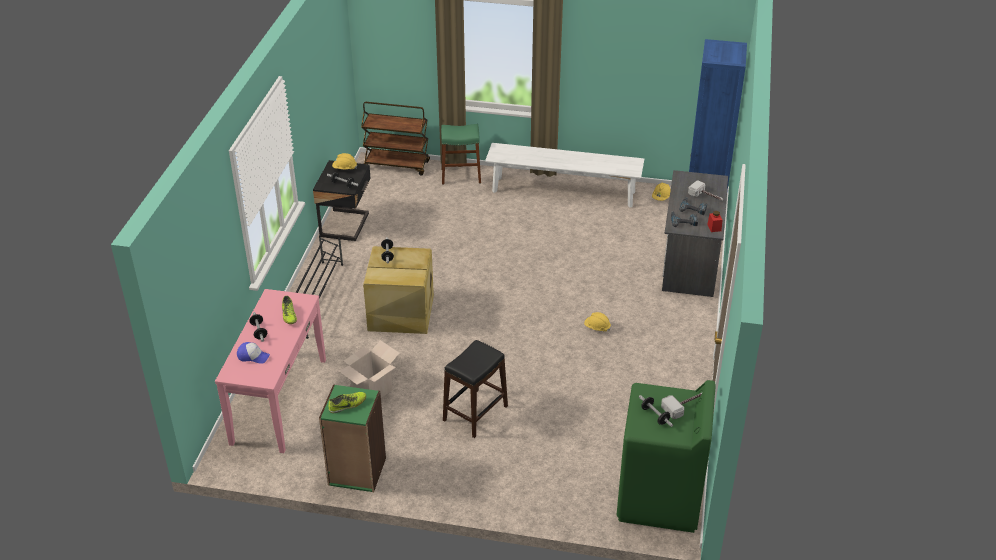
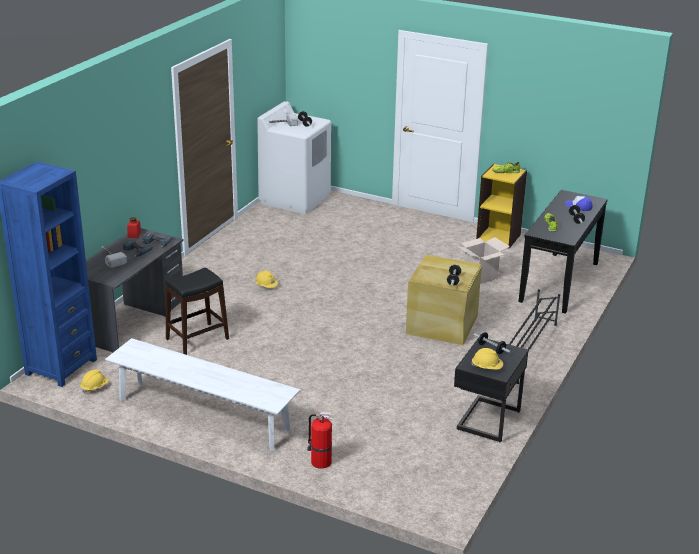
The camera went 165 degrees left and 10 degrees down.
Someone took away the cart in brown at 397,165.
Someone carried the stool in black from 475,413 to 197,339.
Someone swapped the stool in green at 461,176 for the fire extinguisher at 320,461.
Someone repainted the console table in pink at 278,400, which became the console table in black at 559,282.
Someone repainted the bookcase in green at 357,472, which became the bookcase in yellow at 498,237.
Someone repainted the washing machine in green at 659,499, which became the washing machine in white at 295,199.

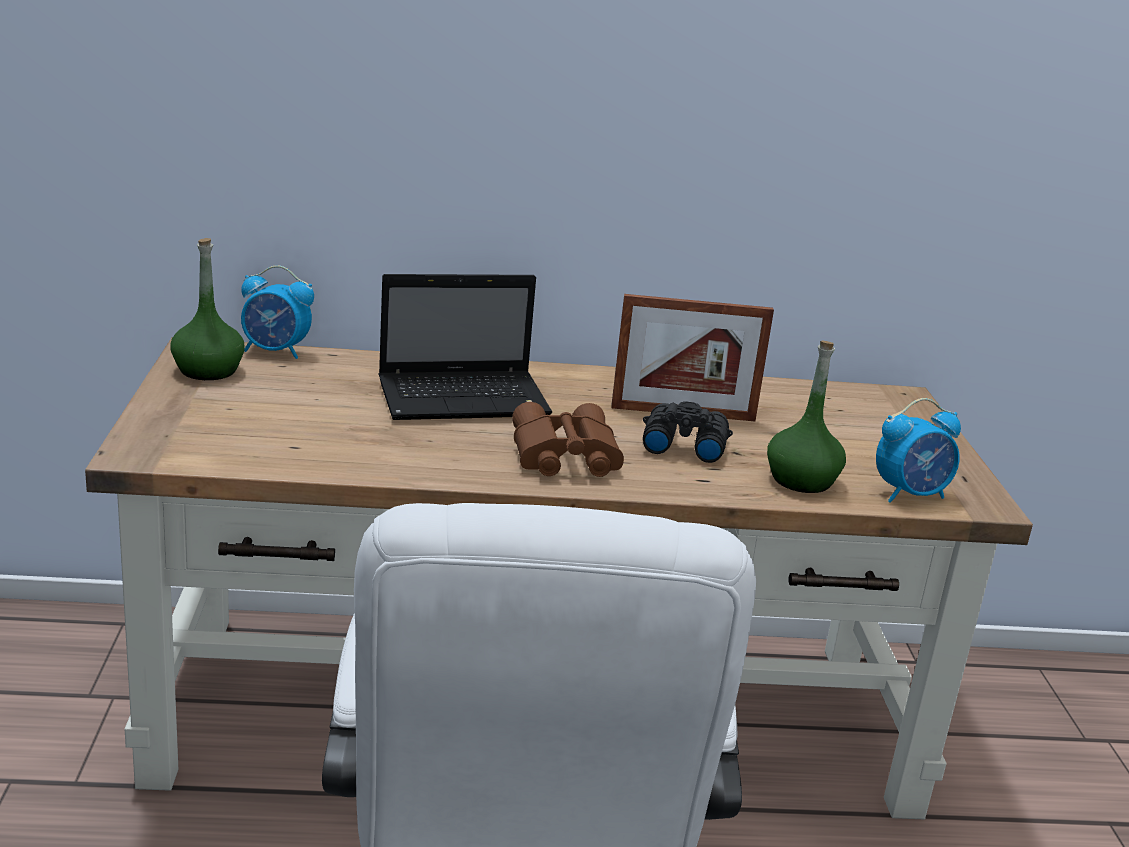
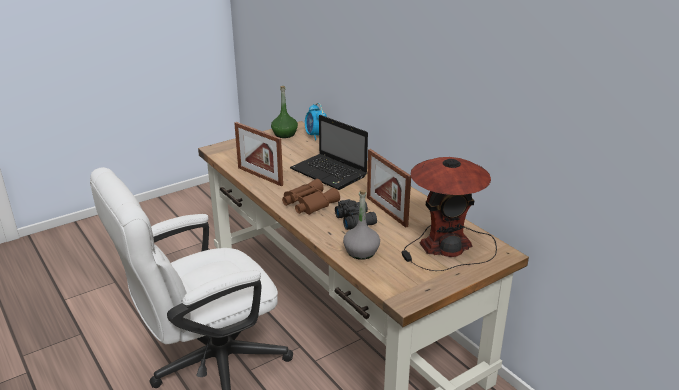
The camera went 60 degrees right and 5 degrees up.
Someone took away the alarm clock at 911,494.
Someone put down the picture frame at 260,176.
Someone put down the table lamp at 447,245.
Someone repainted the bottle in green at 801,480, which became the bottle in grey at 361,252.

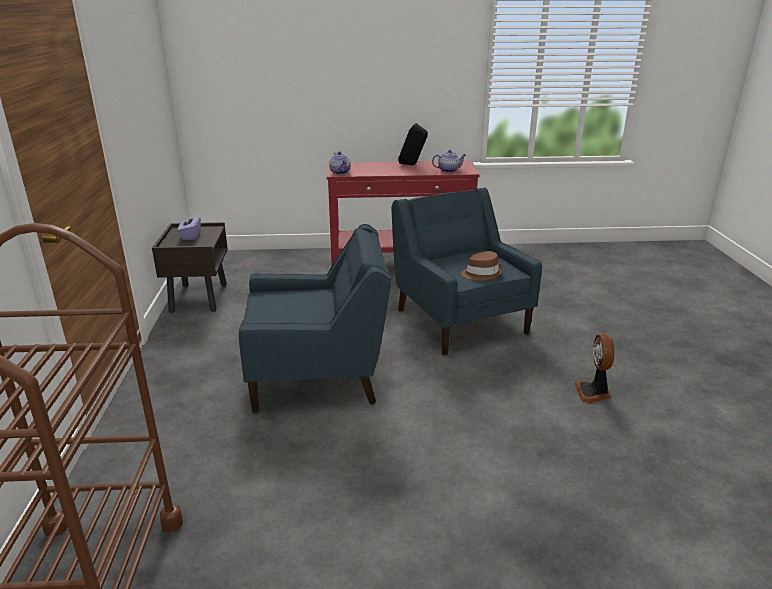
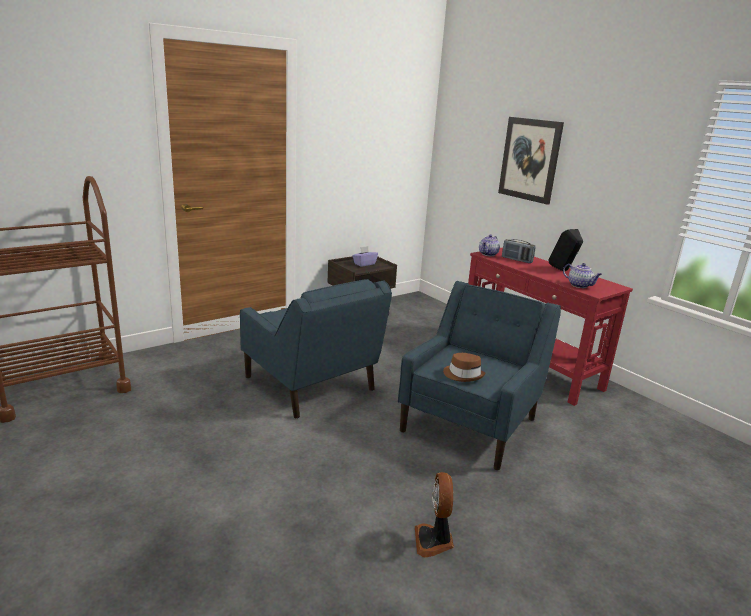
The camera went 55 degrees right and 5 degrees down.
Someone put up the picture at 530,159.
Someone put down the radio at 516,260.
Someone rotated the fan at 593,392 by 60 degrees counterclockwise.

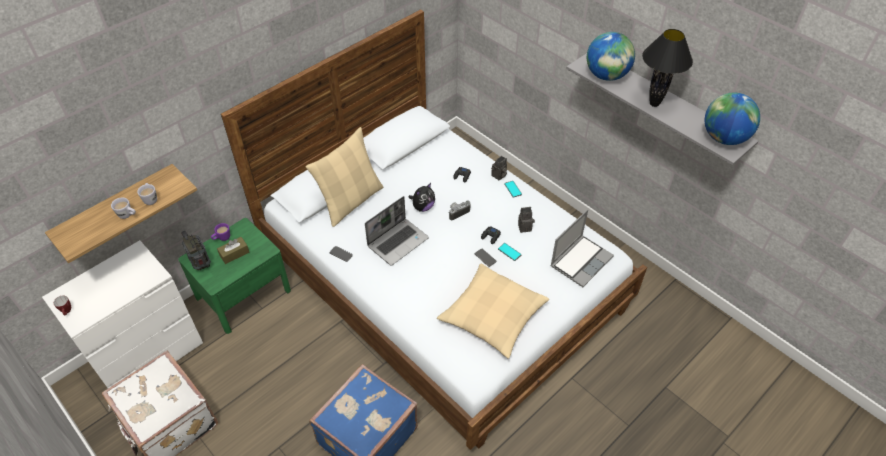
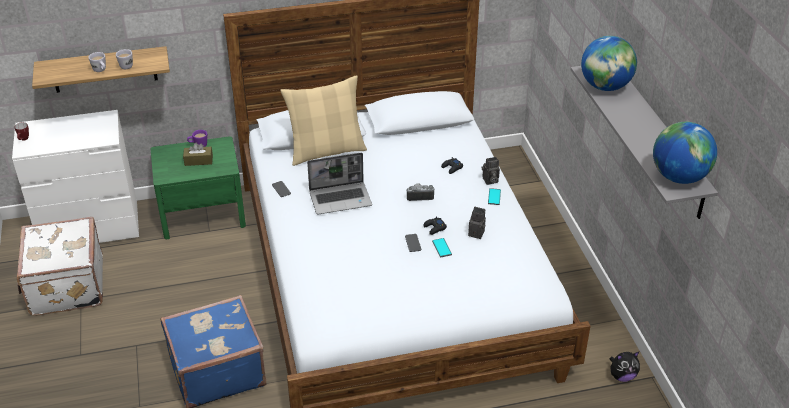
The camera went 30 degrees right and 10 degrees down.
Someone took away the radio at 201,265.
Someone took away the pillow in beige at 493,315.
Someone took away the laptop at 581,260.
Someone took away the table lamp in black at 654,104.
Someone carried the plush toy from 423,207 to 622,376.

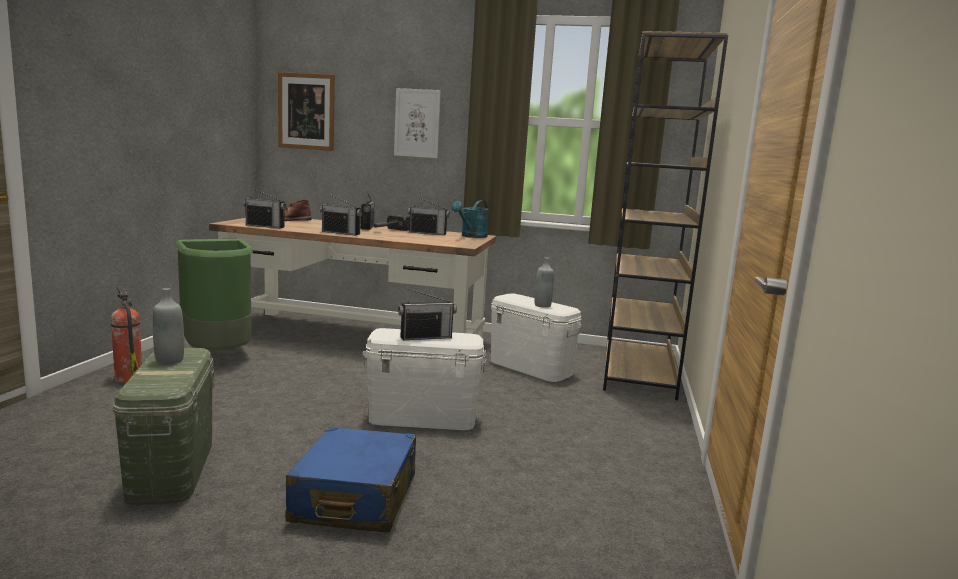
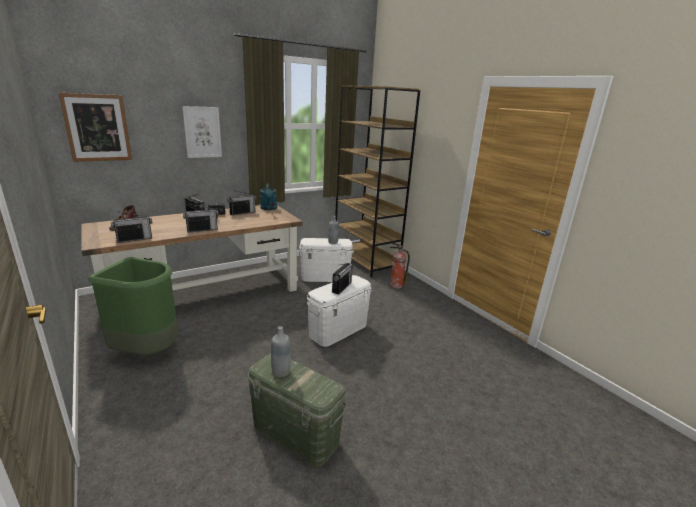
The camera went 45 degrees left and 10 degrees up.
Someone took away the suitcase in blue at 355,498.
Someone carried the fire extinguisher from 128,378 to 395,285.

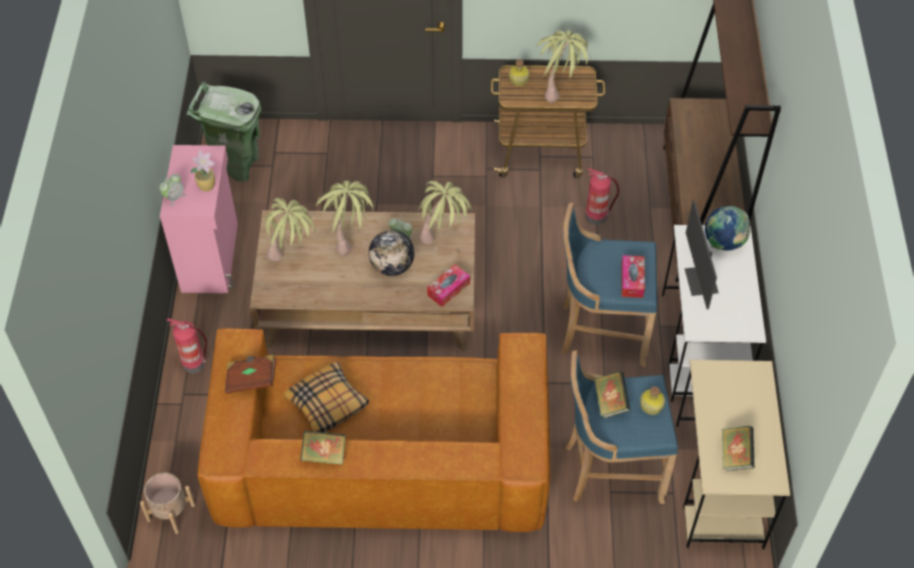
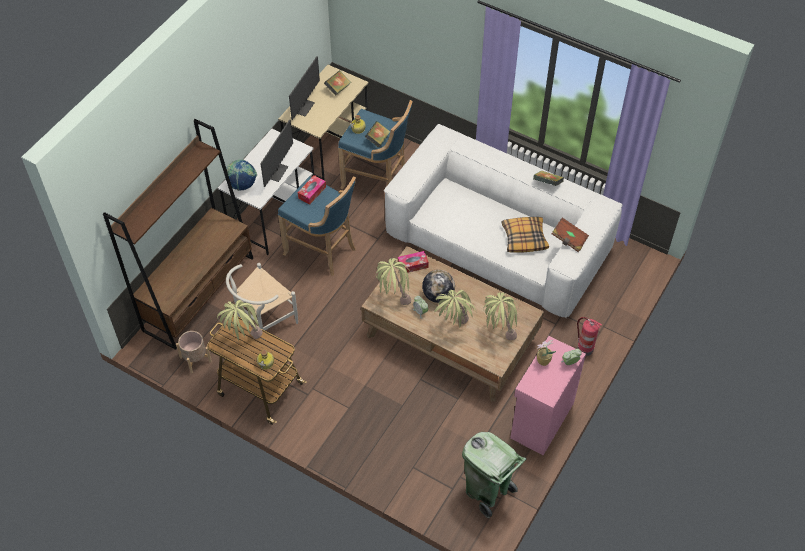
The camera went 150 degrees left and 0 degrees up.
Someone put down the monitor at 303,107.
Someone carried the planter in beige from 171,512 to 195,359.
Someone swapped the fire extinguisher at 597,216 for the chair in white at 263,322.
Someone repainted the sofa in brown at 381,458, which became the sofa in white at 498,242.

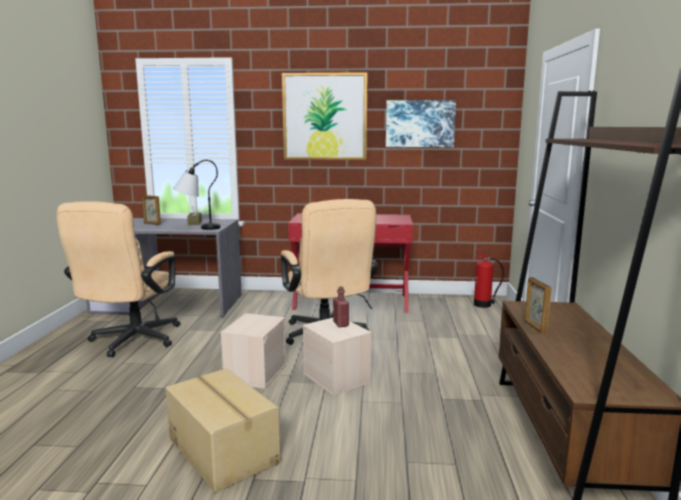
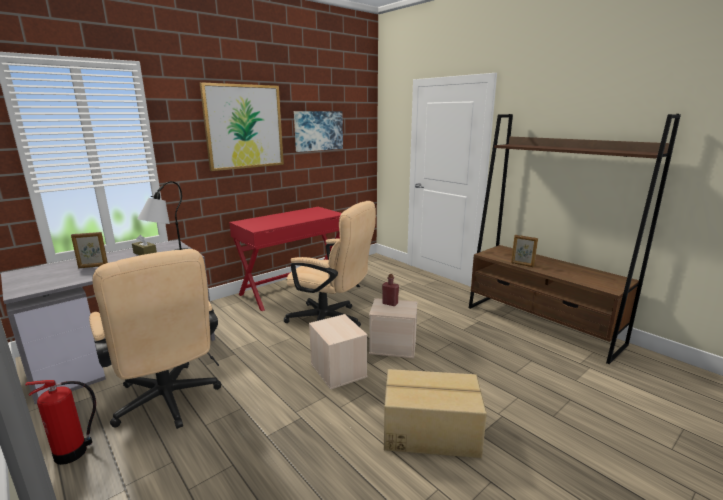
The camera went 45 degrees left and 5 degrees up.
Someone carried the fire extinguisher from 483,305 to 73,452.

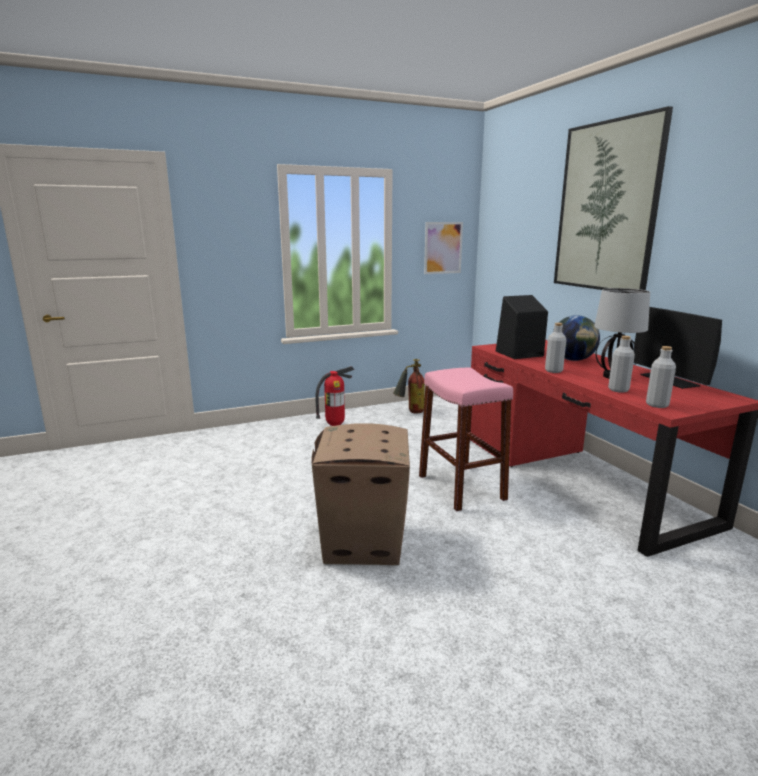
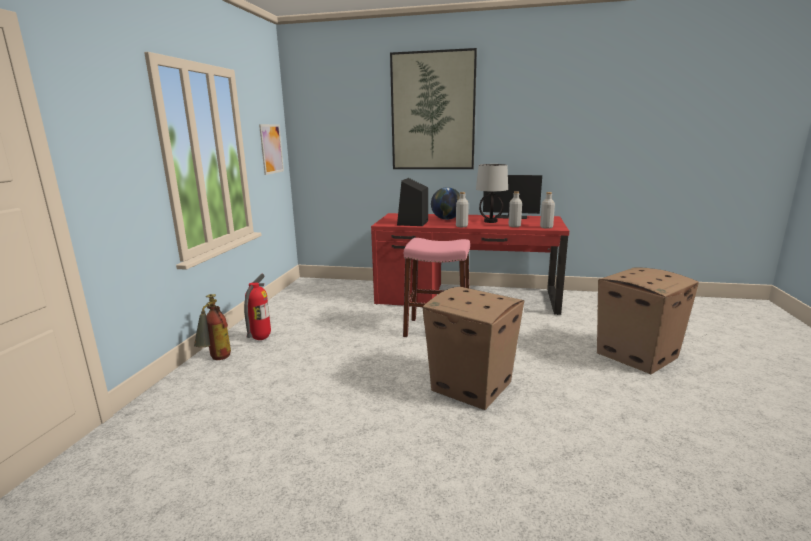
The camera went 55 degrees left and 0 degrees up.
Someone put down the cardboard box at 637,355.
Someone carried the fire extinguisher from 410,412 to 216,360.

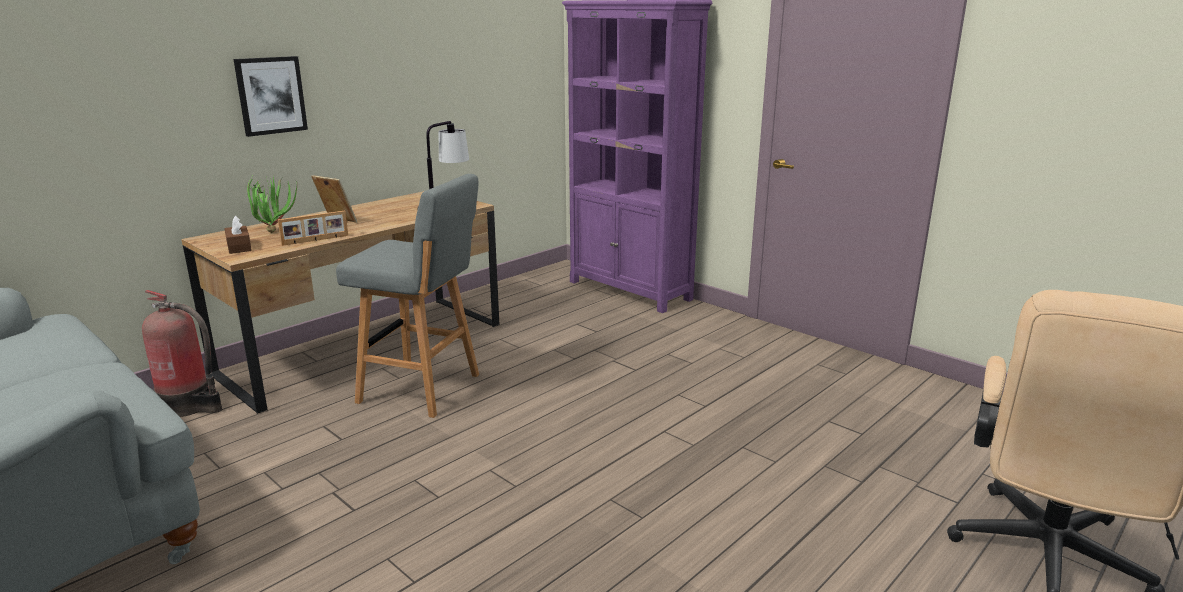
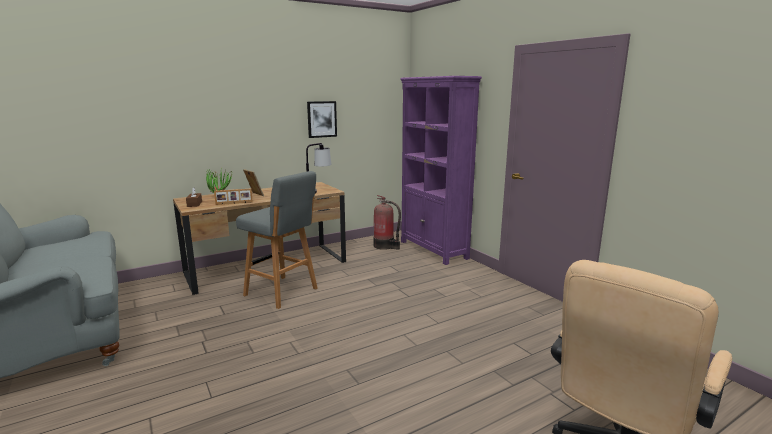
The camera went 15 degrees right and 5 degrees down.
Someone carried the fire extinguisher from 189,406 to 385,246.
Someone carried the picture from 271,95 to 321,119.

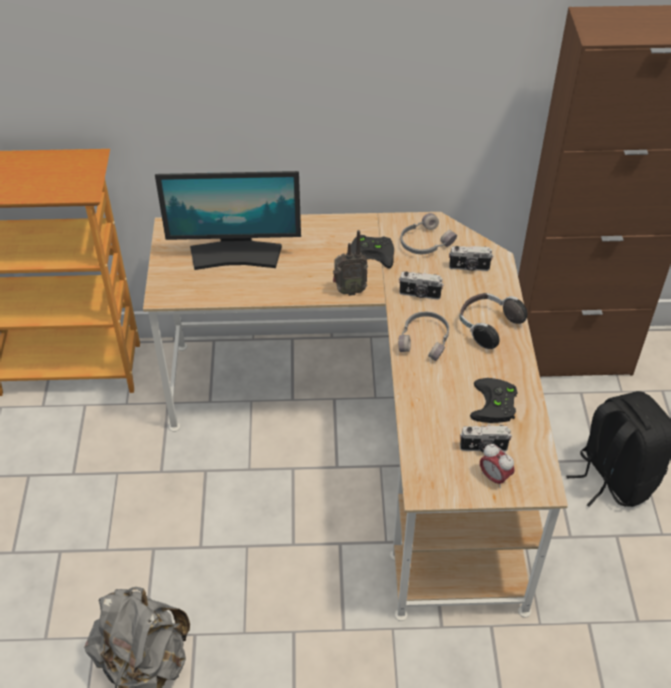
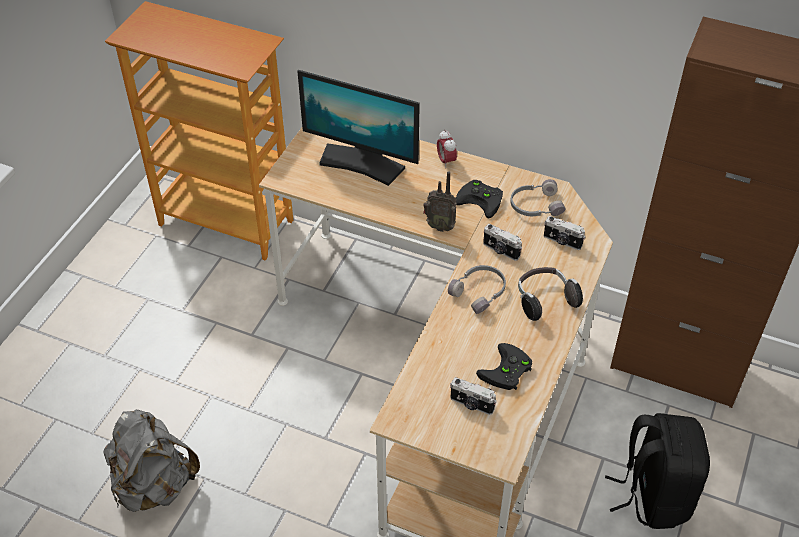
The camera went 25 degrees right and 0 degrees up.
Someone carried the alarm clock from 494,477 to 446,161.

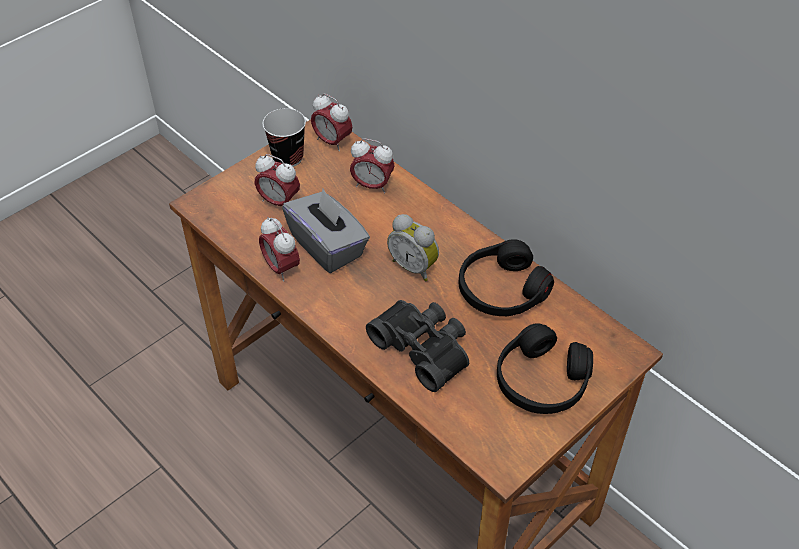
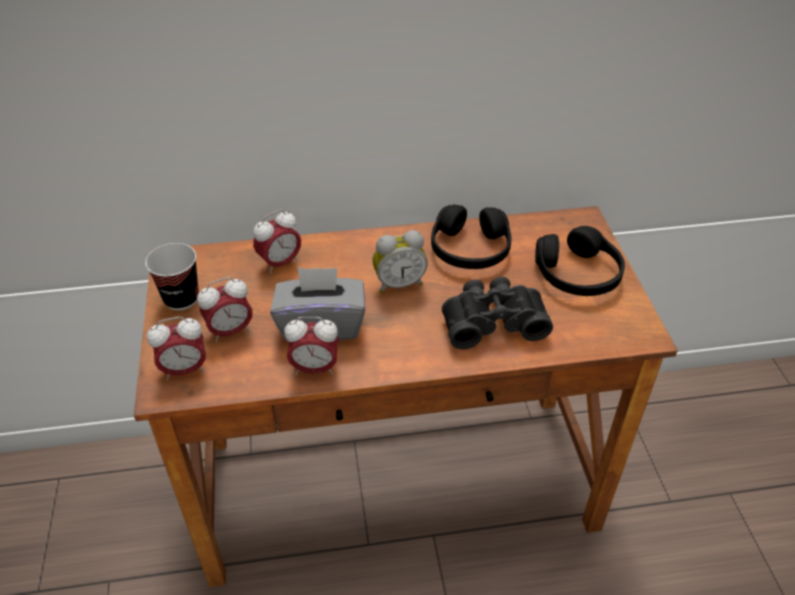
The camera went 55 degrees left and 5 degrees down.
Someone carried the alarm clock from 332,142 to 185,370.

